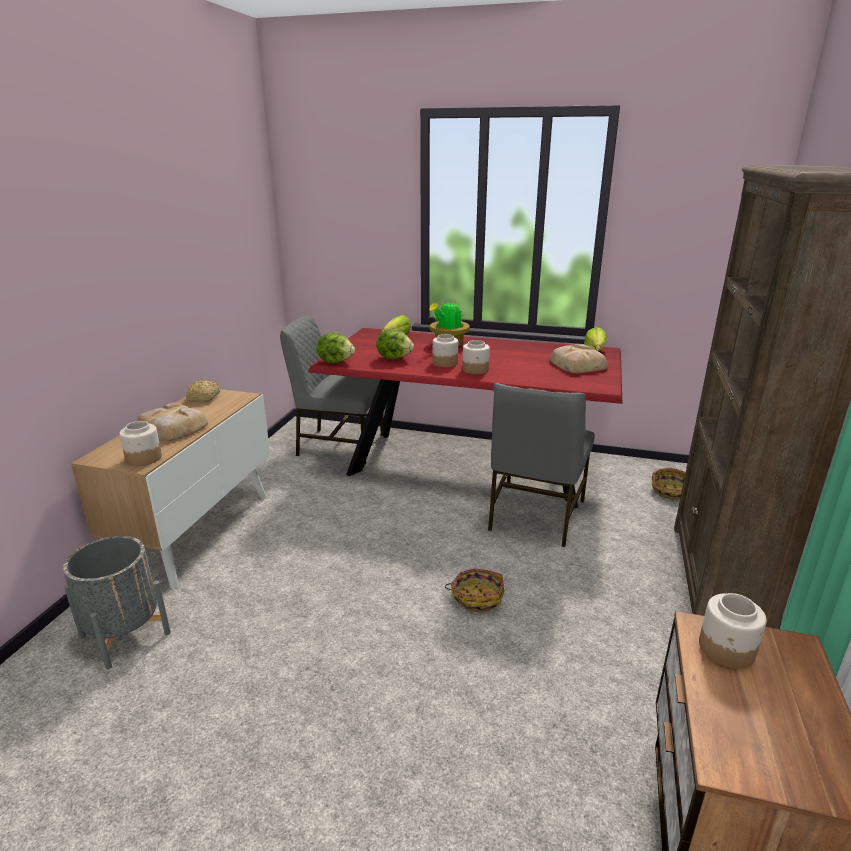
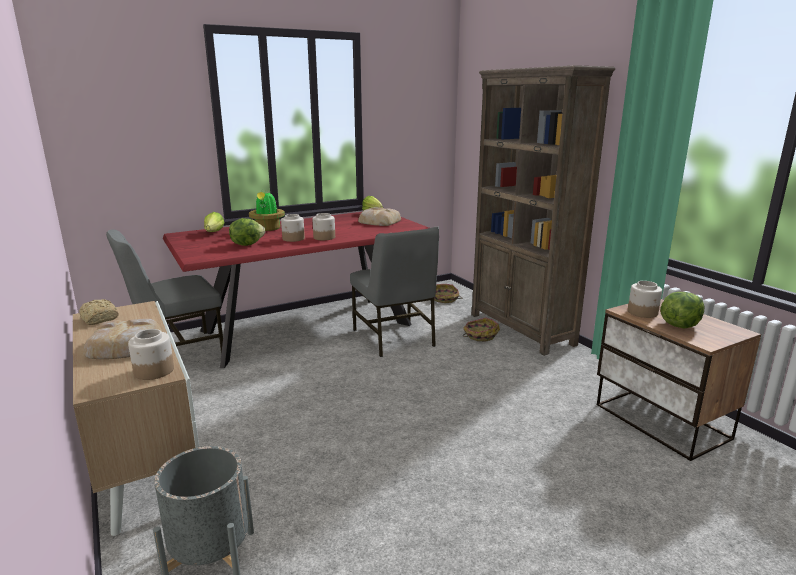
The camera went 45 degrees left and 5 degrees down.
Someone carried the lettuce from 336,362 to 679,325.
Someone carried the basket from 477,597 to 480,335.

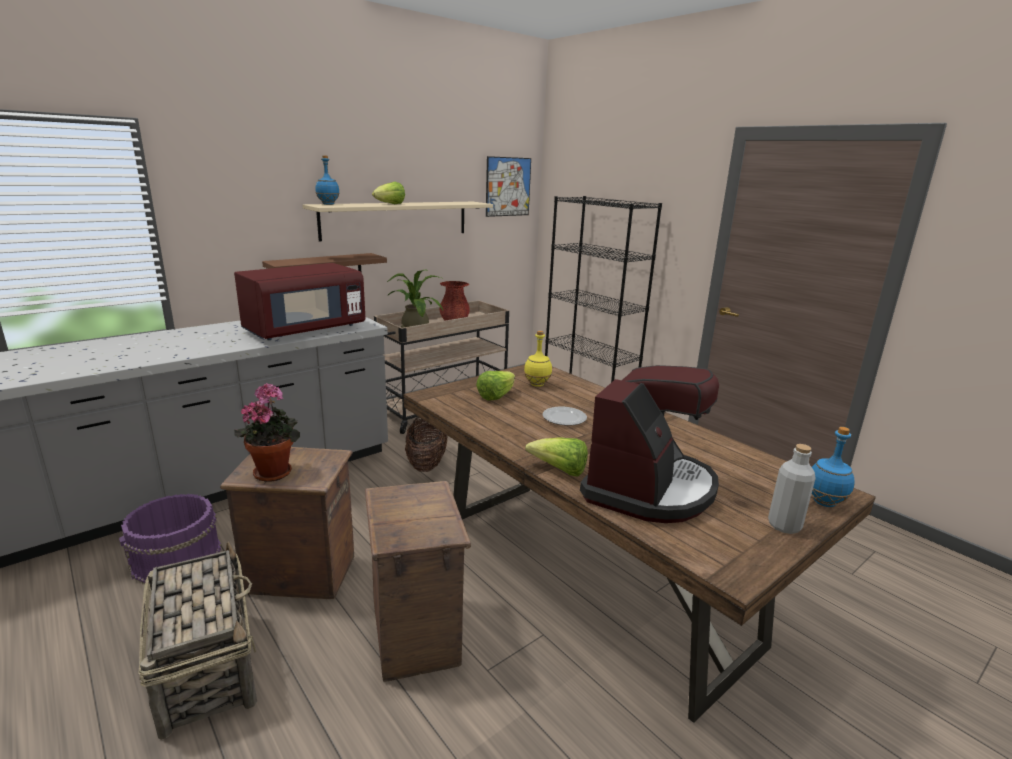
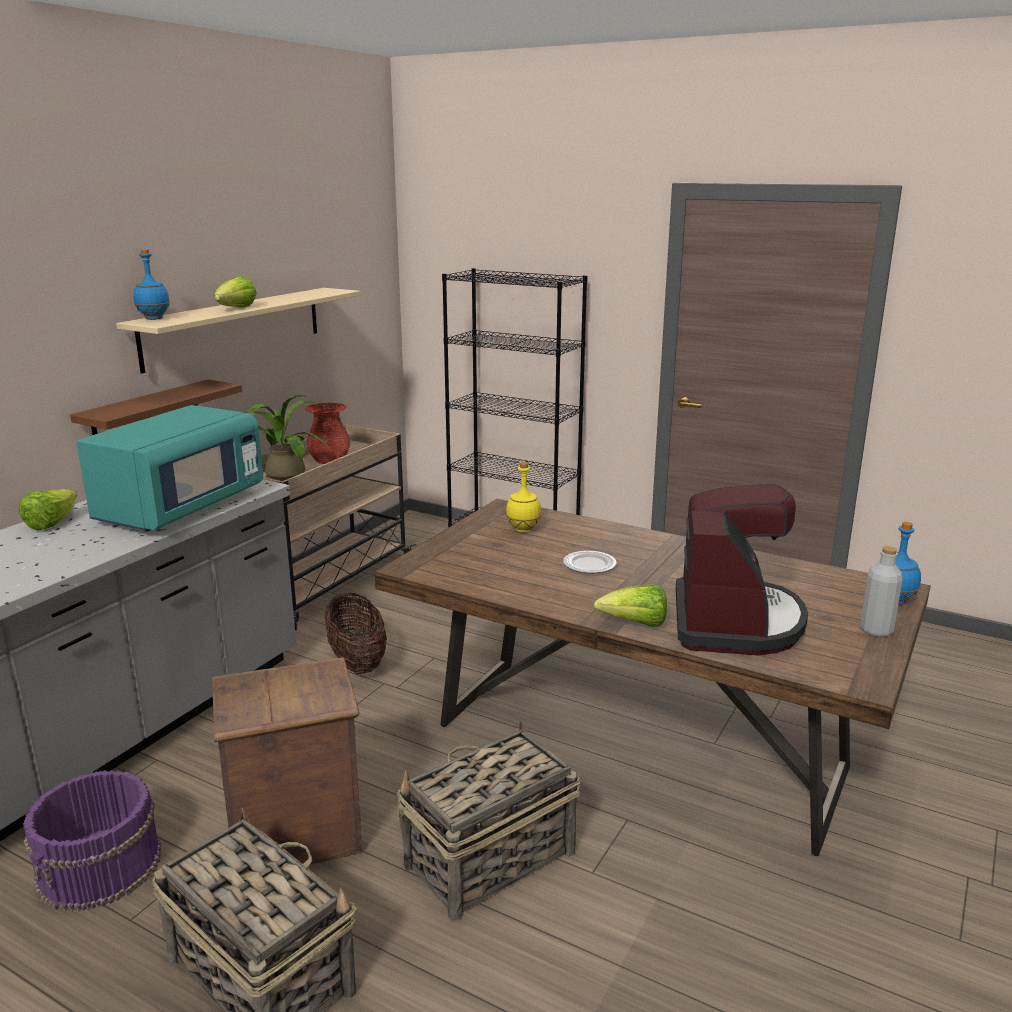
The camera went 20 degrees left and 0 degrees up.
Someone took away the potted plant at 274,471.
Someone took away the picture at 508,187.
Someone carried the lettuce from 496,396 to 52,523.
Someone swapped the crate at 416,633 for the basket at 488,860.
Someone repainted the microwave in red at 305,330, which became the microwave in turquoise at 181,508.

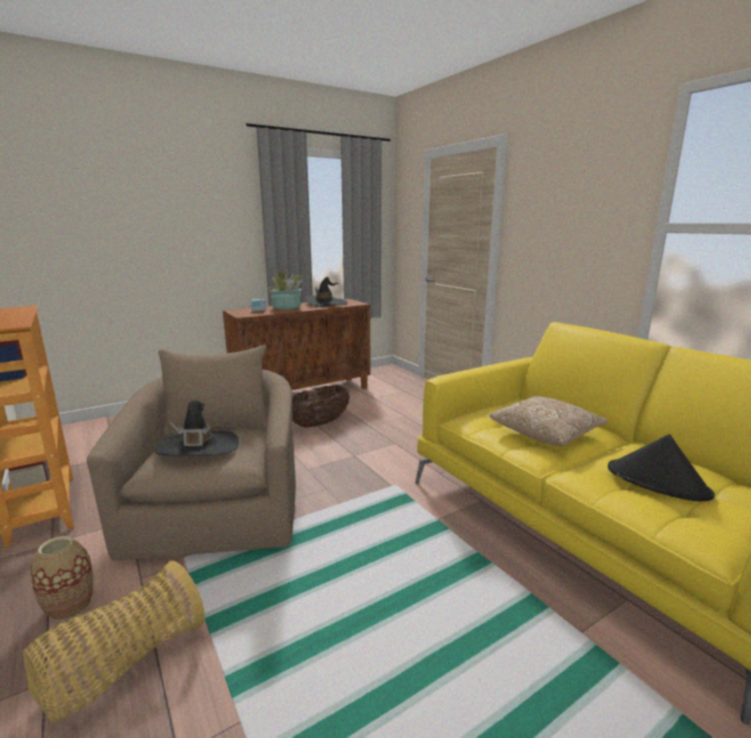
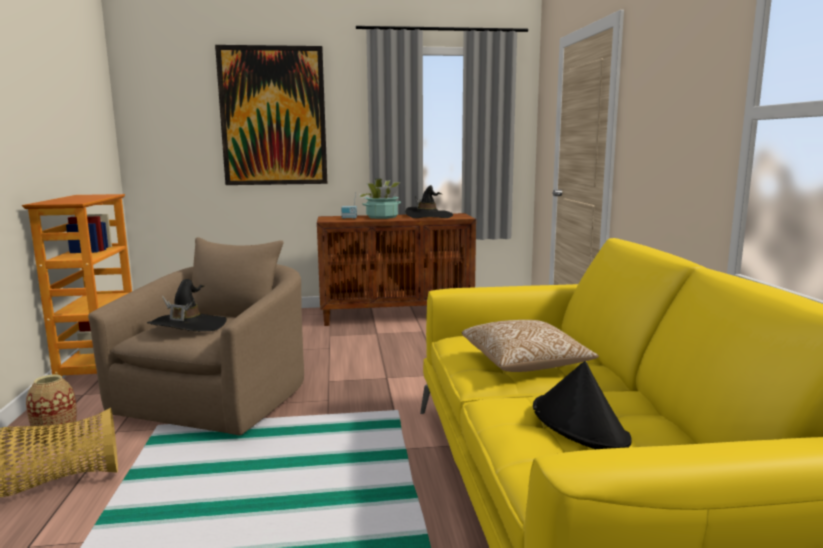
The camera went 25 degrees right and 5 degrees down.
Someone took away the basket at 319,424.
Someone put up the picture at 273,116.

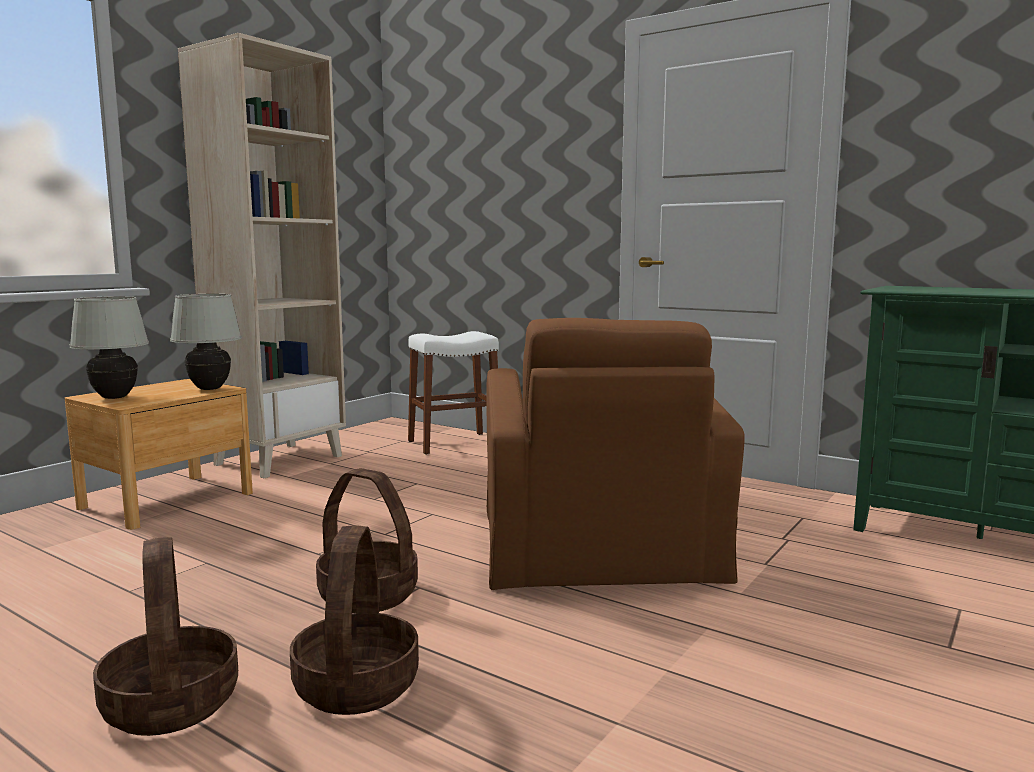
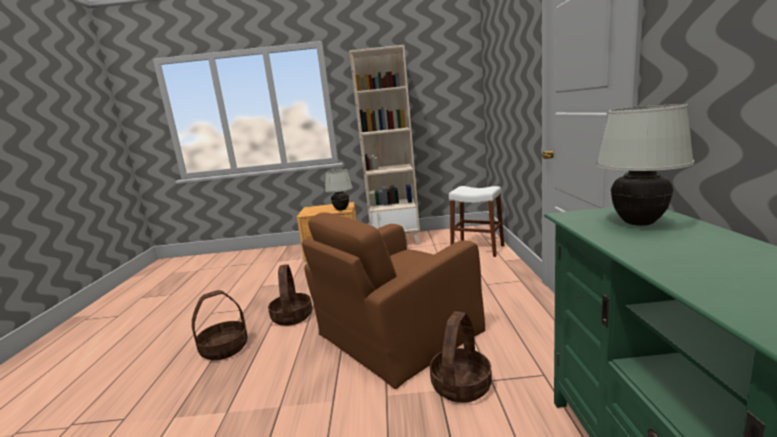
The camera went 55 degrees right and 5 degrees up.
Someone carried the table lamp in white from 115,398 to 639,223.
Someone carried the basket from 172,703 to 461,386.

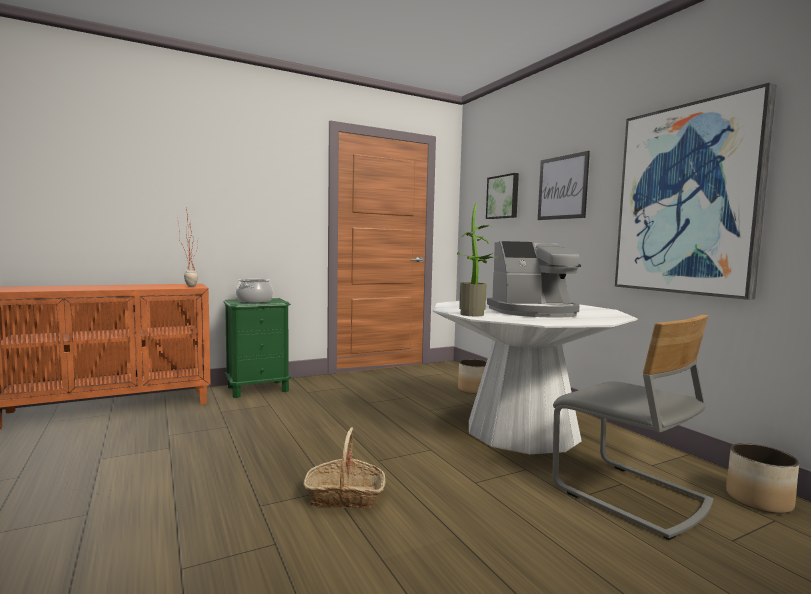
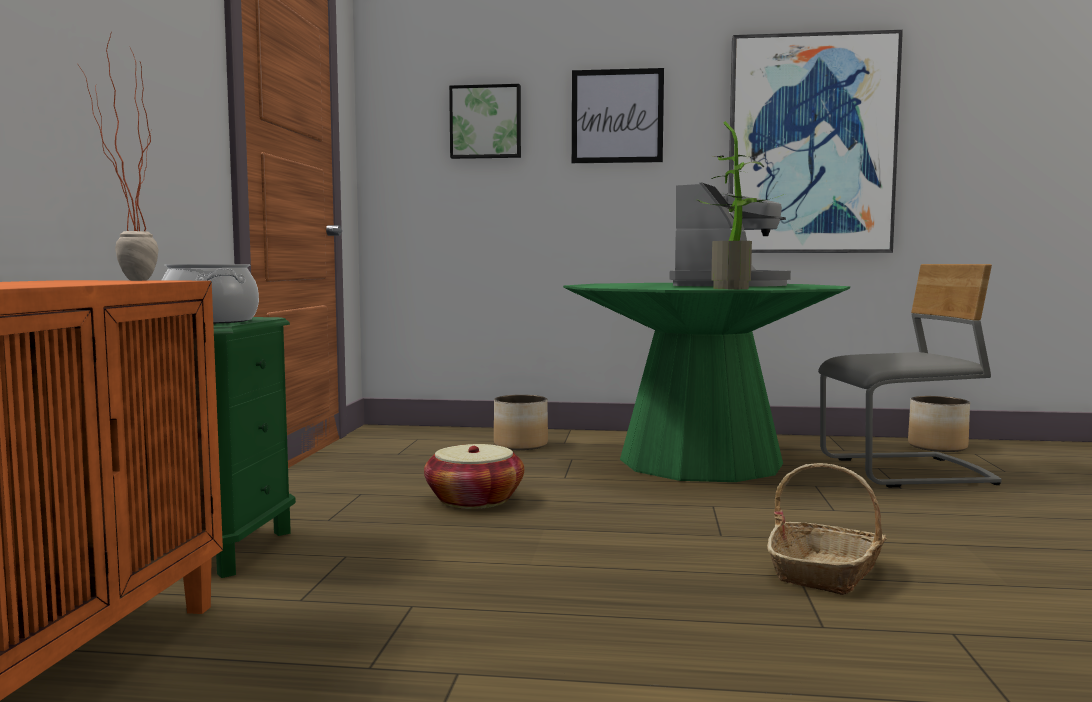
The camera went 55 degrees left and 0 degrees up.
Someone put down the basket at 474,500.
Someone repainted the dining table in white at 522,430, which became the dining table in green at 700,461.

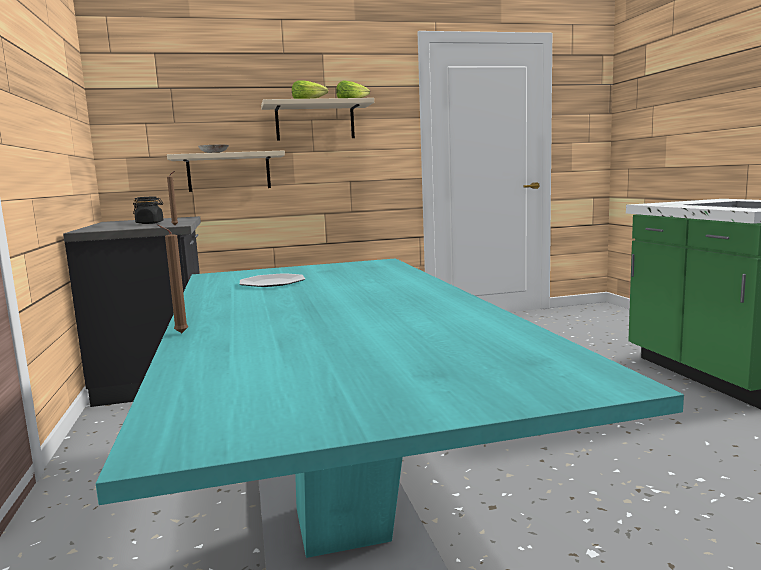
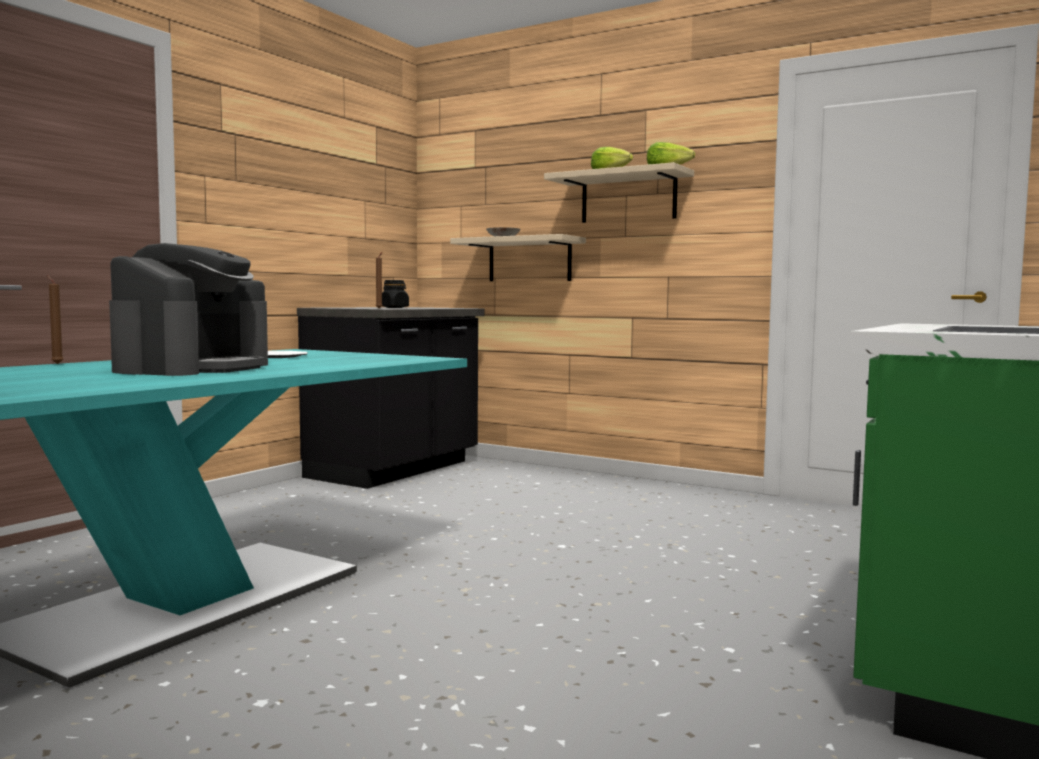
The camera went 45 degrees right and 5 degrees down.
Someone put down the coffee machine at 194,368.

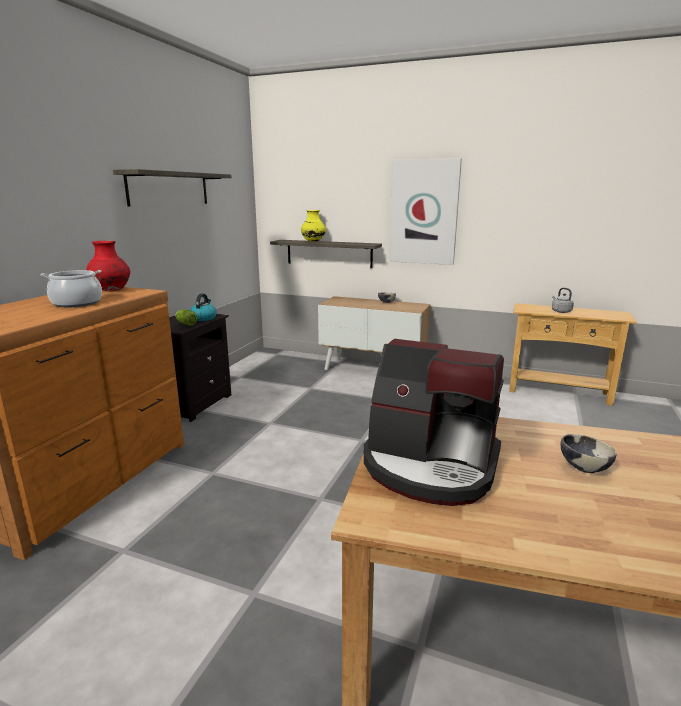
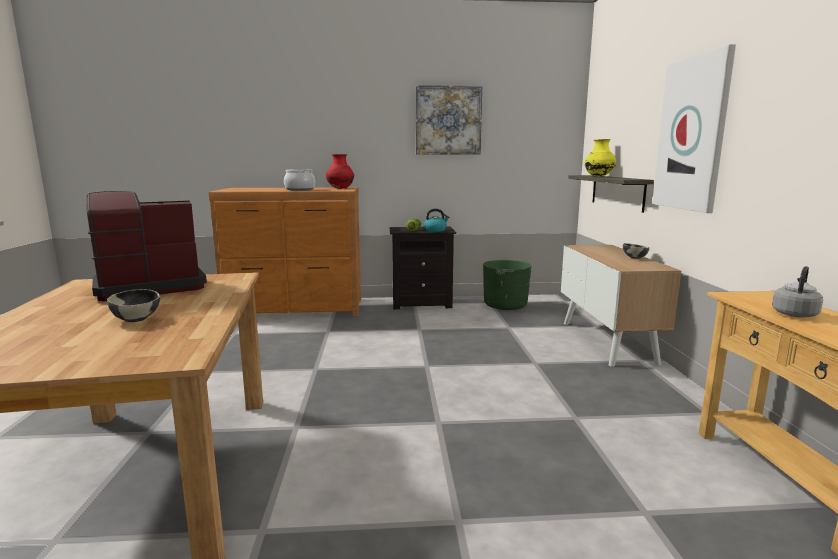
The camera went 65 degrees right and 5 degrees down.
Someone put down the planter in green at 505,305.
Someone swapped the shelf at 169,188 for the picture at 448,120.
Someone rotated the coffee machine at 430,466 by 60 degrees clockwise.

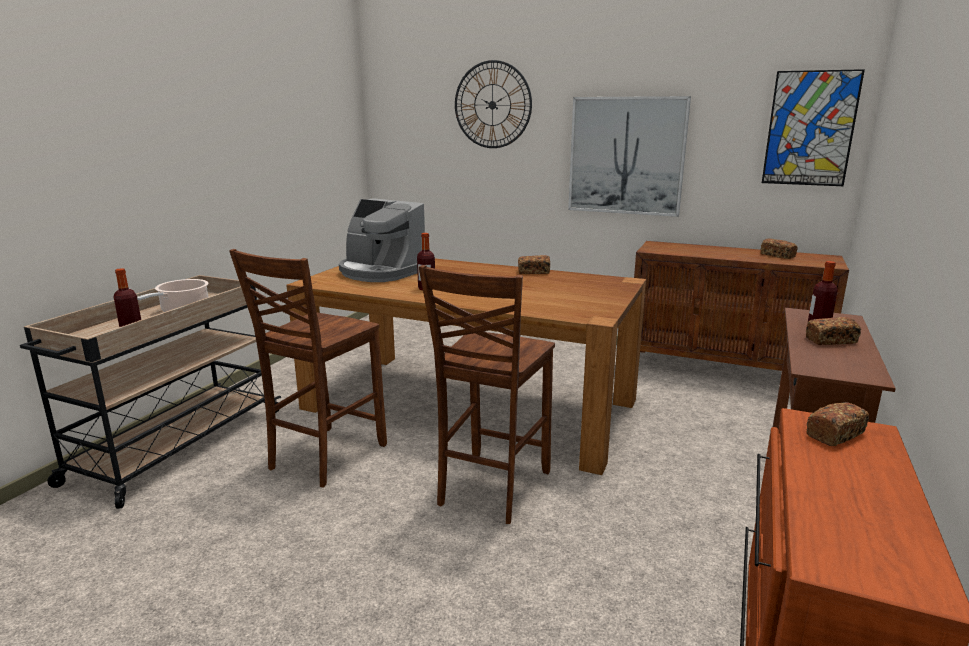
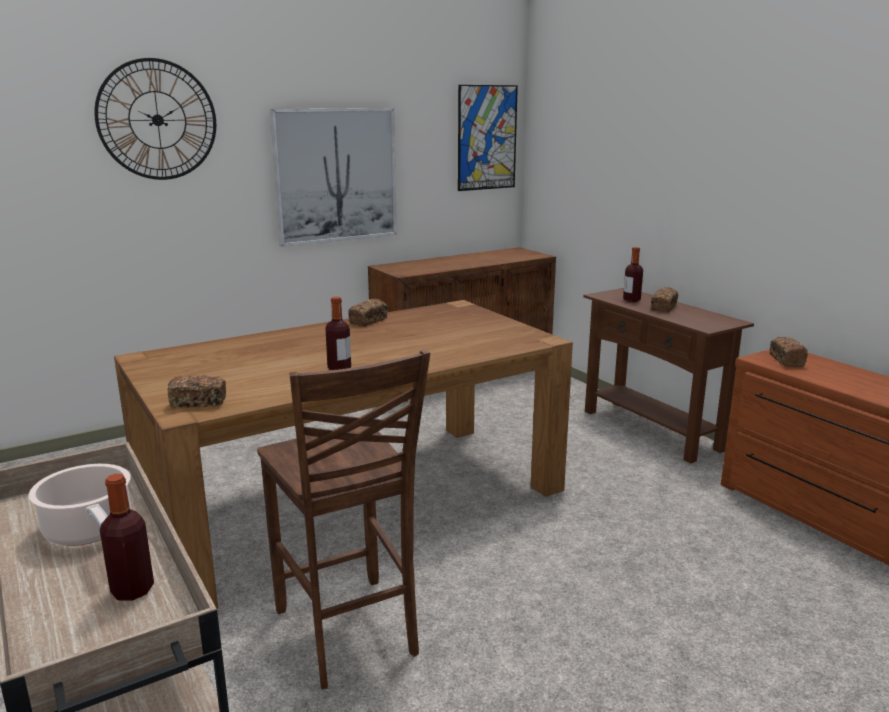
The camera went 55 degrees left and 0 degrees up.
Someone took away the coffee machine at 380,272.
Someone took away the chair in brown at 491,488.
Someone carried the bread from 777,255 to 199,402.

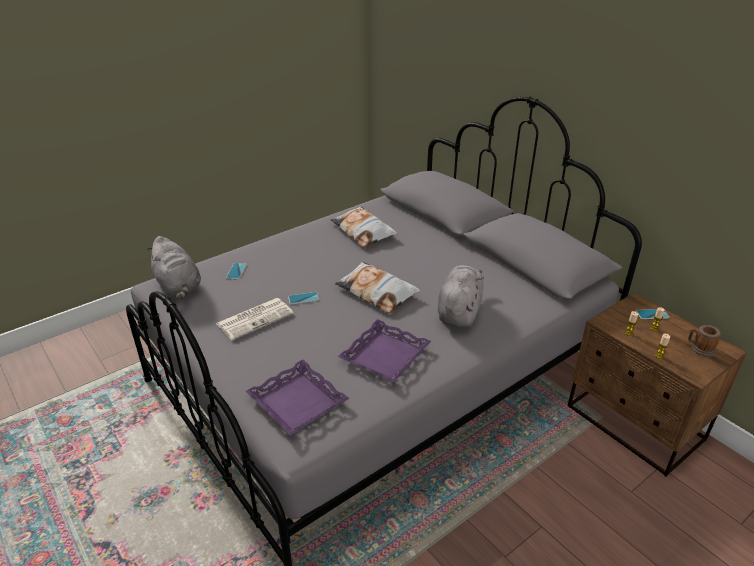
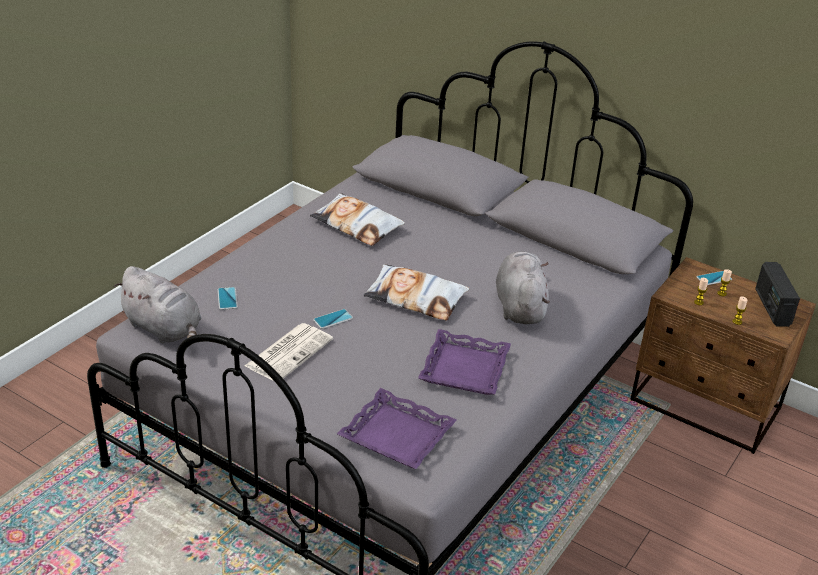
The camera went 20 degrees left and 0 degrees up.
Someone swapped the mug at 699,348 for the radio at 772,307.

